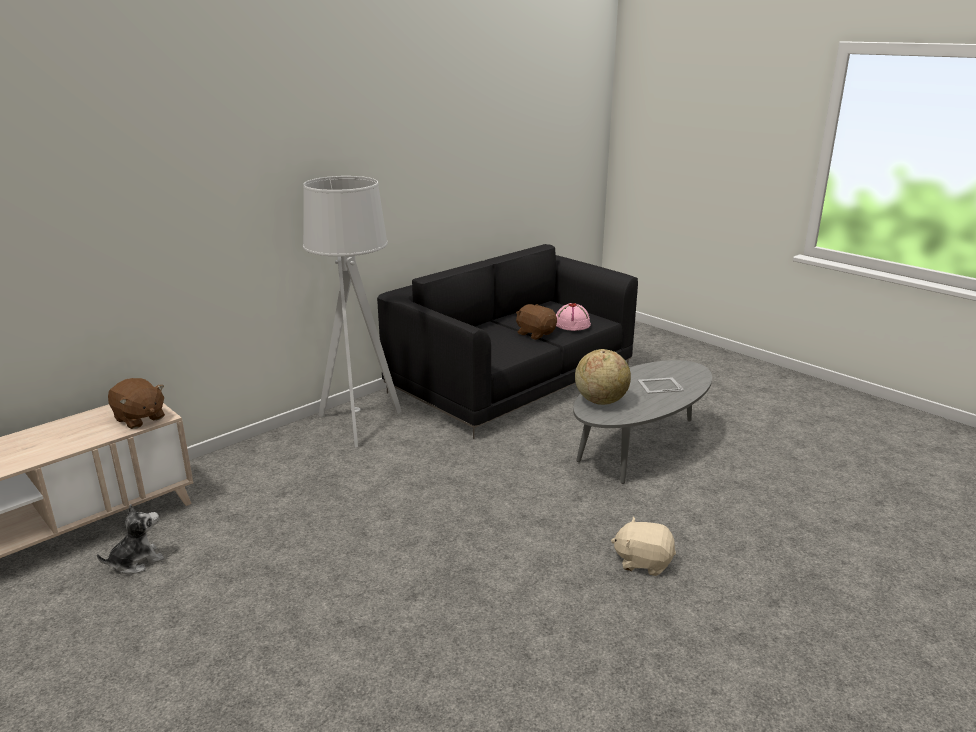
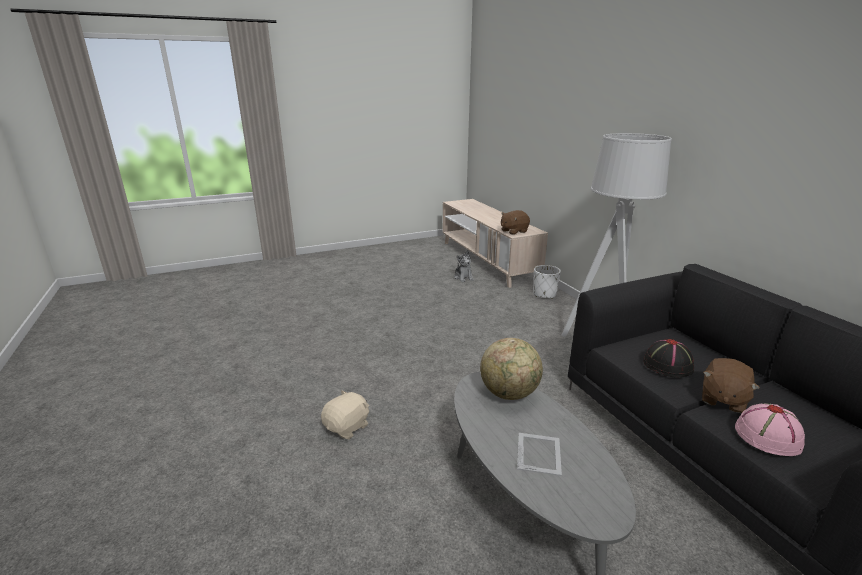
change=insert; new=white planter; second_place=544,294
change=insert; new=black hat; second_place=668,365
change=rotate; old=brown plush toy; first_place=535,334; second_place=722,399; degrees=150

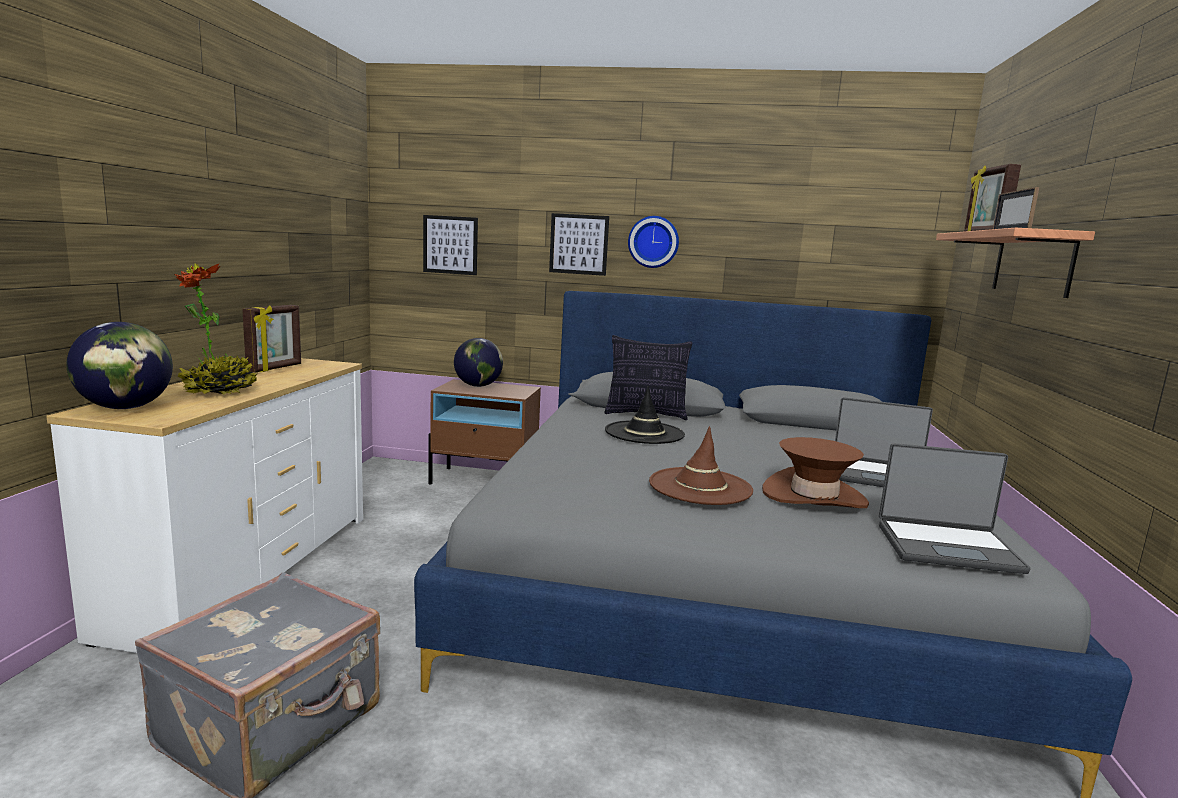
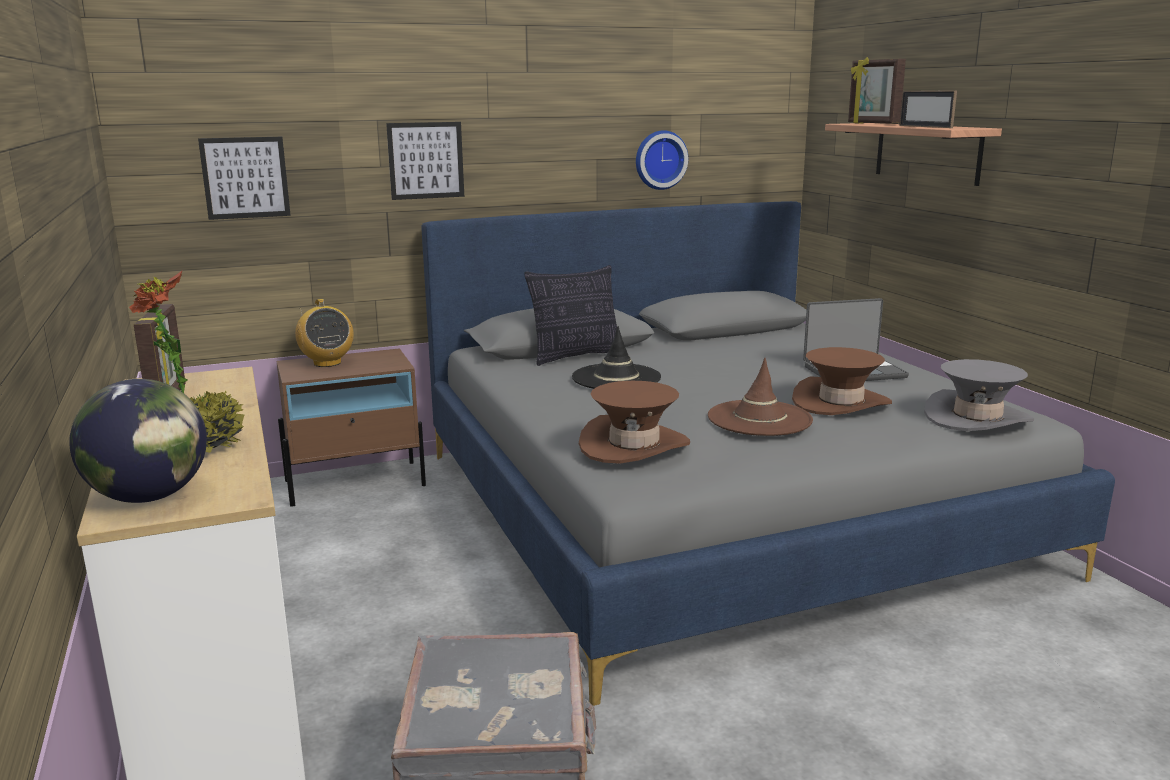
change=insert; new=brown hat; second_place=634,446
change=move; old=wall clock; first_place=653,242; second_place=659,160
change=replace; old=globe; new=radio; first_place=478,386; second_place=327,363
change=replace; old=laptop; new=grey hat; first_place=947,547; second_place=977,418

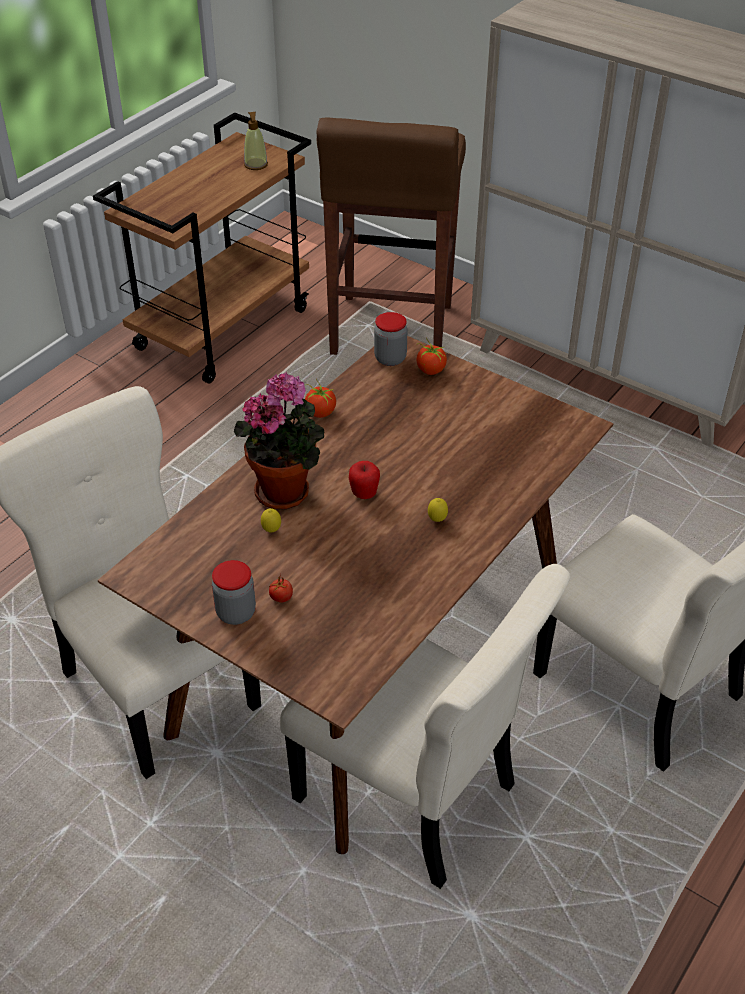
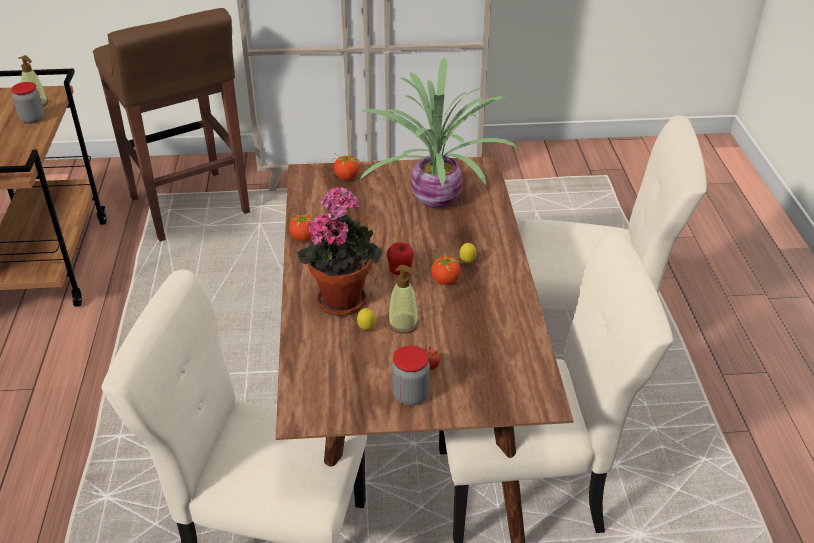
change=insert; new=potted plant; second_place=433,199
change=insert; new=soap dispenser; second_place=403,324
change=insert; new=tomato; second_place=445,281
change=move; old=jar; first_place=390,358; second_place=32,119

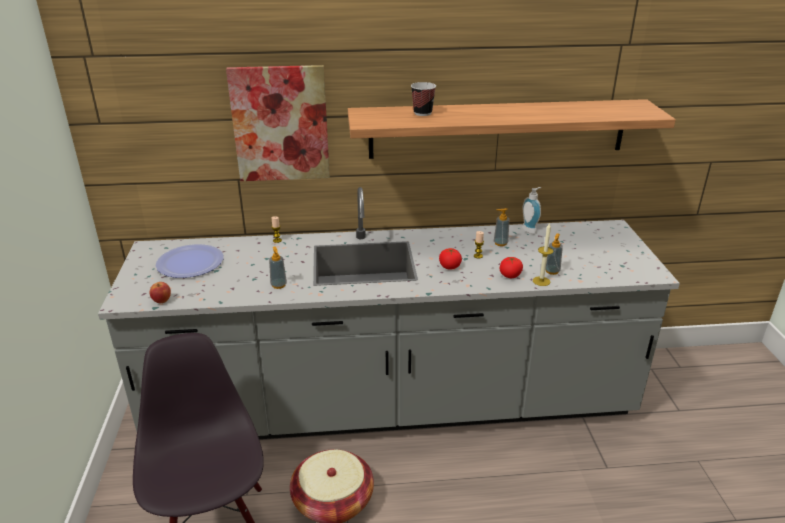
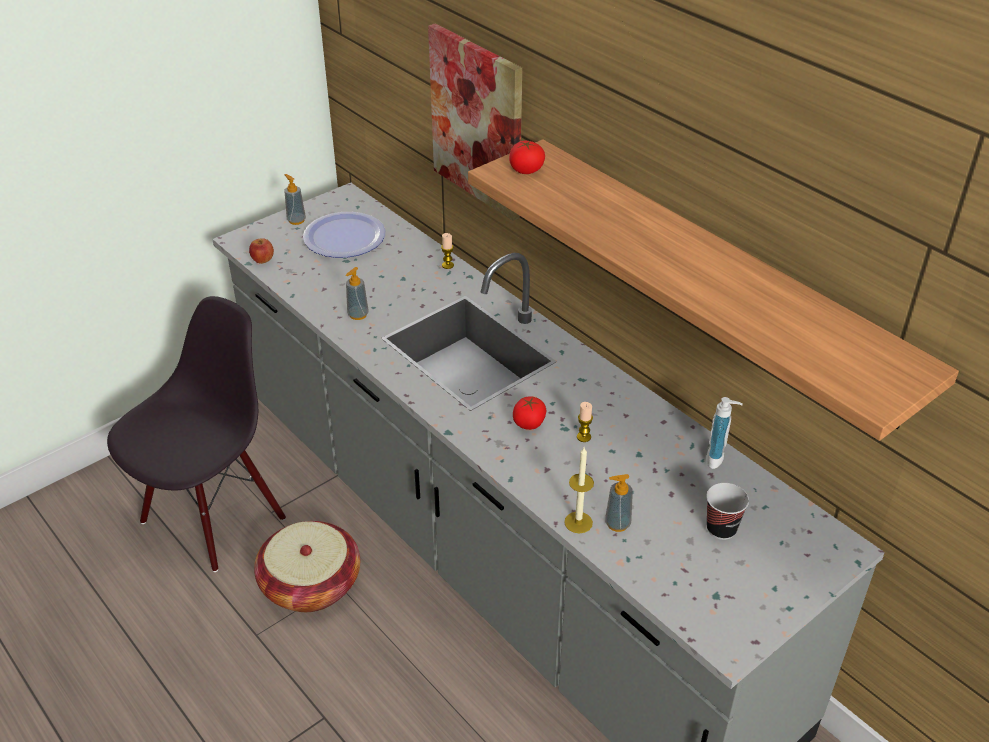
change=move; old=cup; first_place=422,113; second_place=721,529
change=move; old=soap dispenser; first_place=500,243; second_place=296,220
change=move; old=tomato; first_place=510,275; second_place=526,170

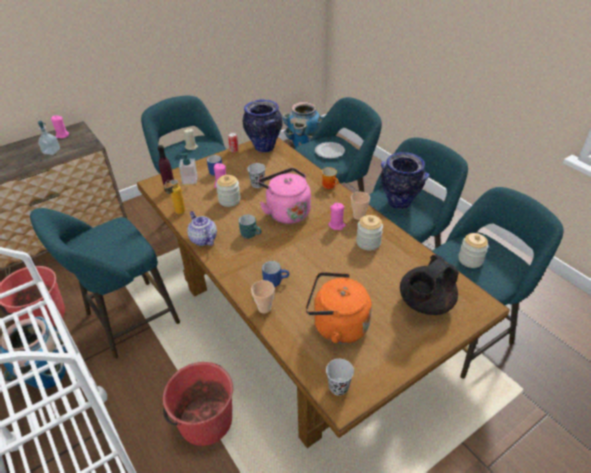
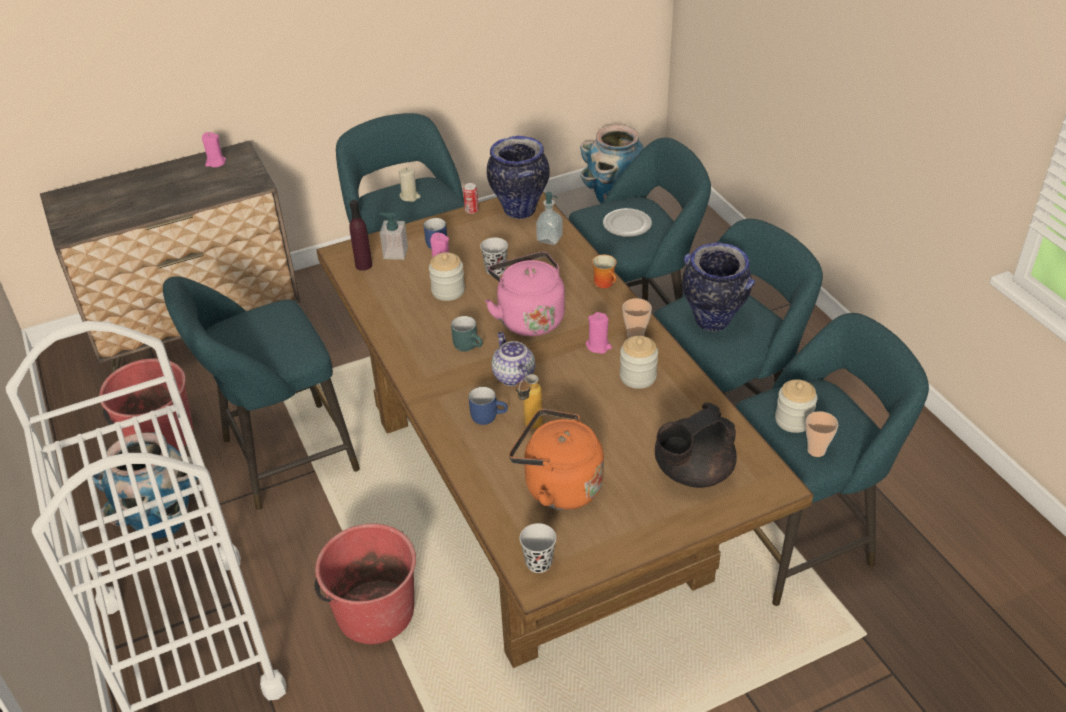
change=move; old=soap dispenser; first_place=51,151; second_place=549,238
change=move; old=bottle; first_place=177,214; second_place=529,428
change=move; old=teapot; first_place=203,239; second_place=513,376
change=move; old=cup; first_place=264,308; second_place=816,450

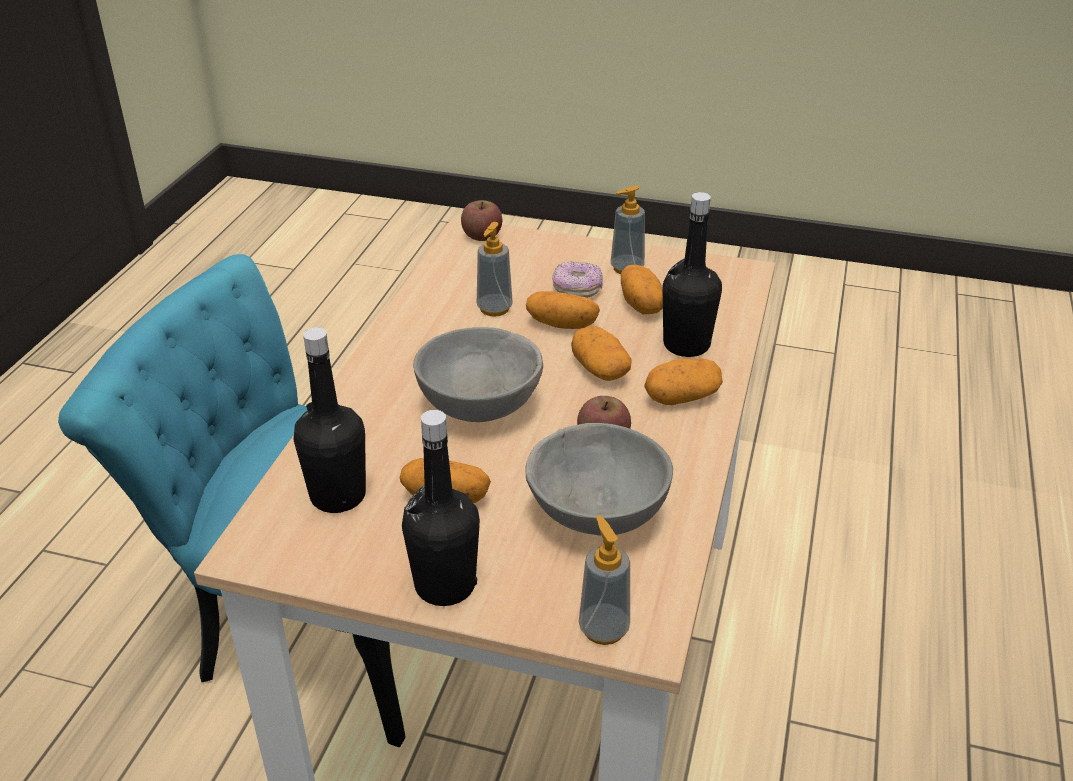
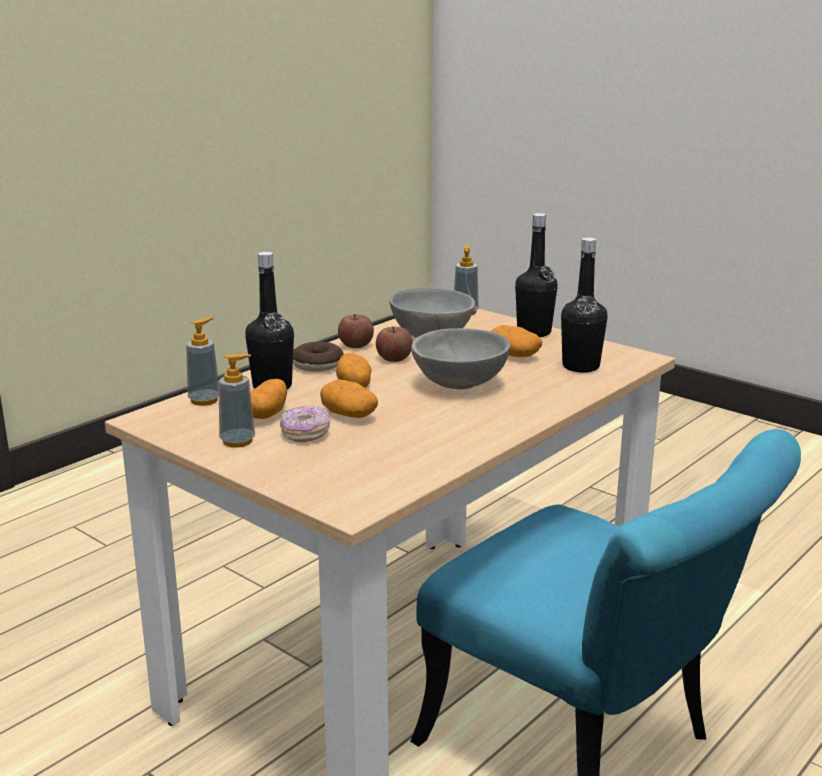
change=move; old=apple; first_place=482,236; second_place=356,345
change=move; old=soap dispenser; first_place=494,308; second_place=204,400
change=replace; old=potato; new=donut; first_place=681,397; second_place=318,365

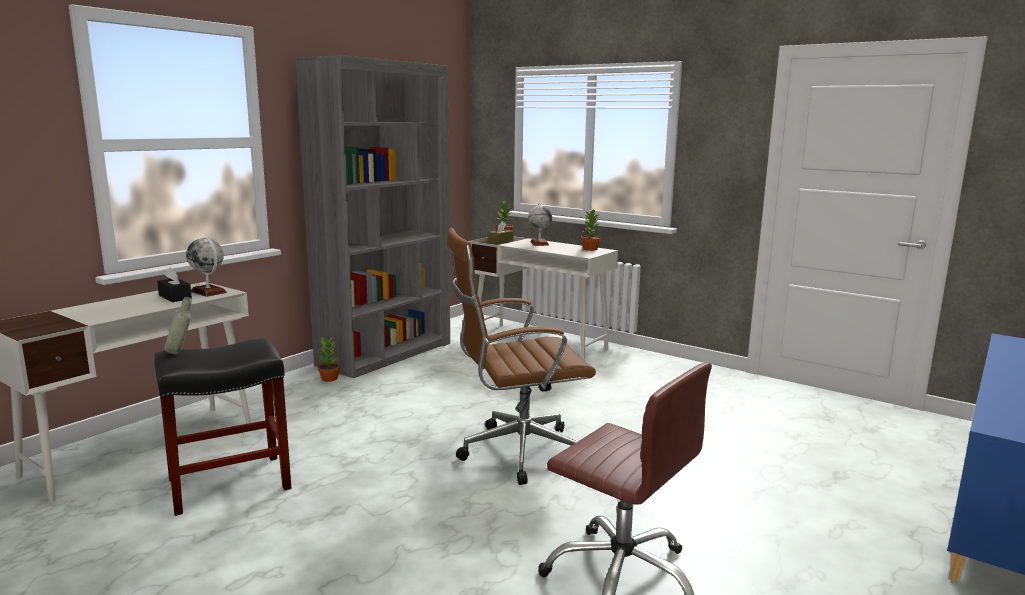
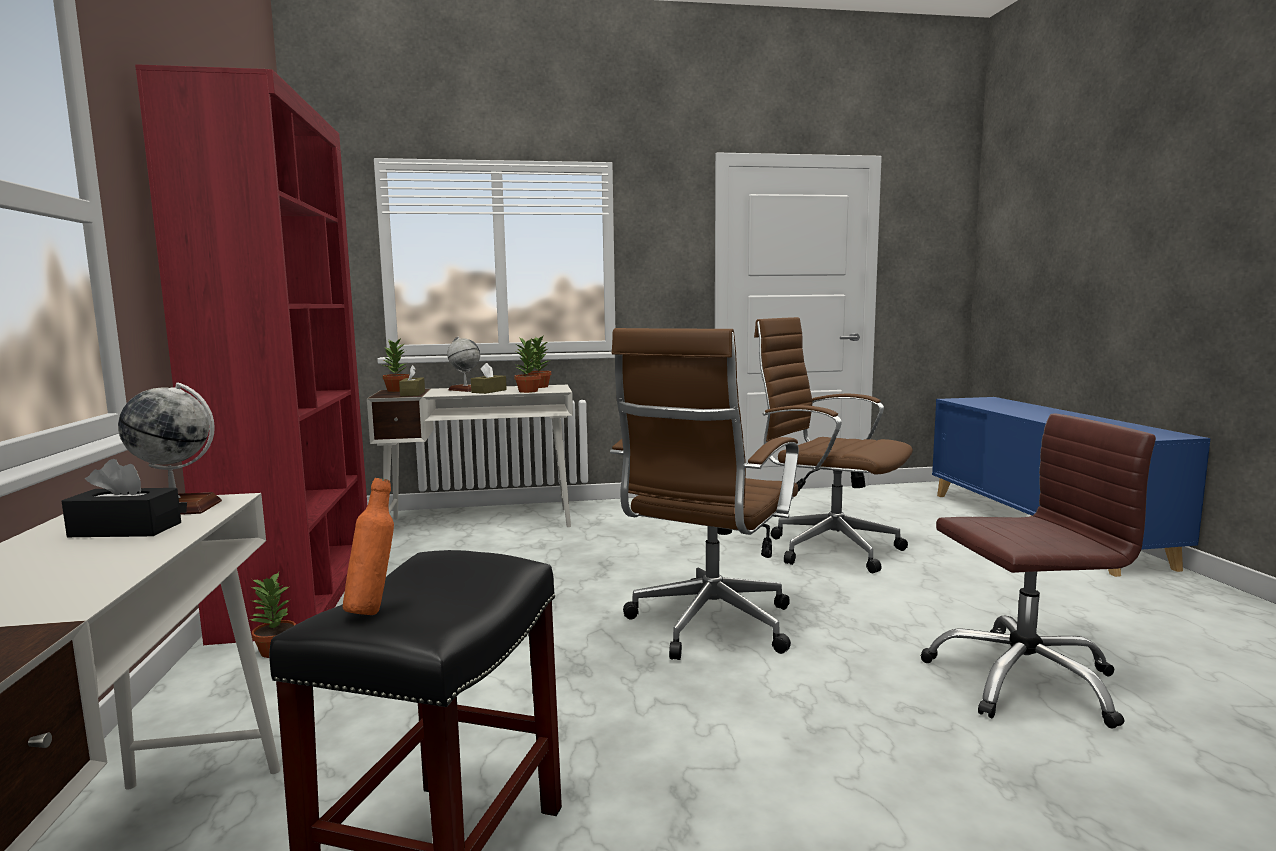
change=insert; new=brown tissue box; second_place=489,391
change=insert; new=potted plant; second_place=528,391
change=insert; new=brown office chair; second_place=827,548
change=recolor; old=grey bottle; new=orange bottle; first_place=181,353; second_place=373,610
change=recolor; old=grey bookcase; new=red bookcase; first_place=386,353; second_place=300,592

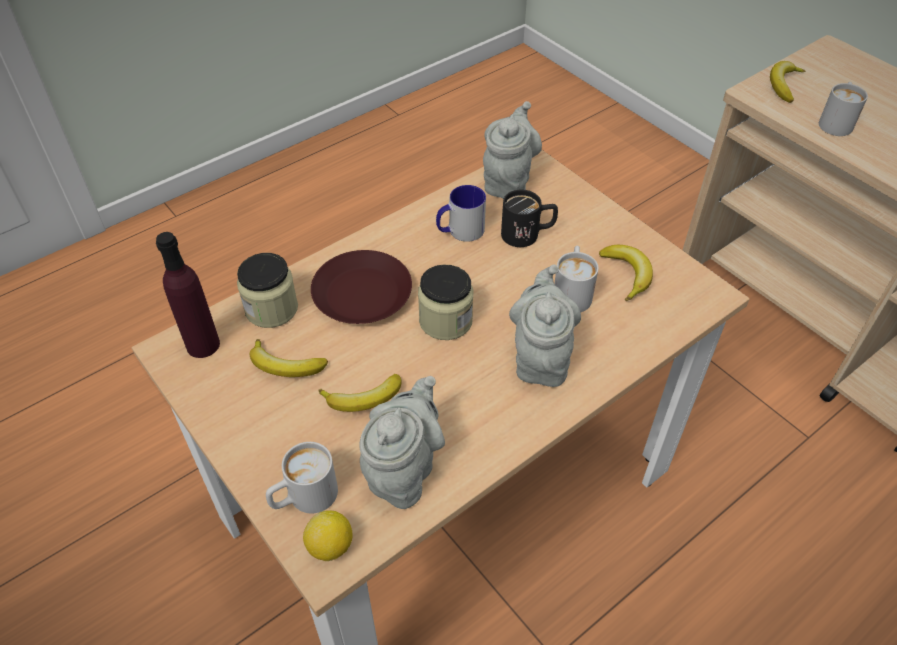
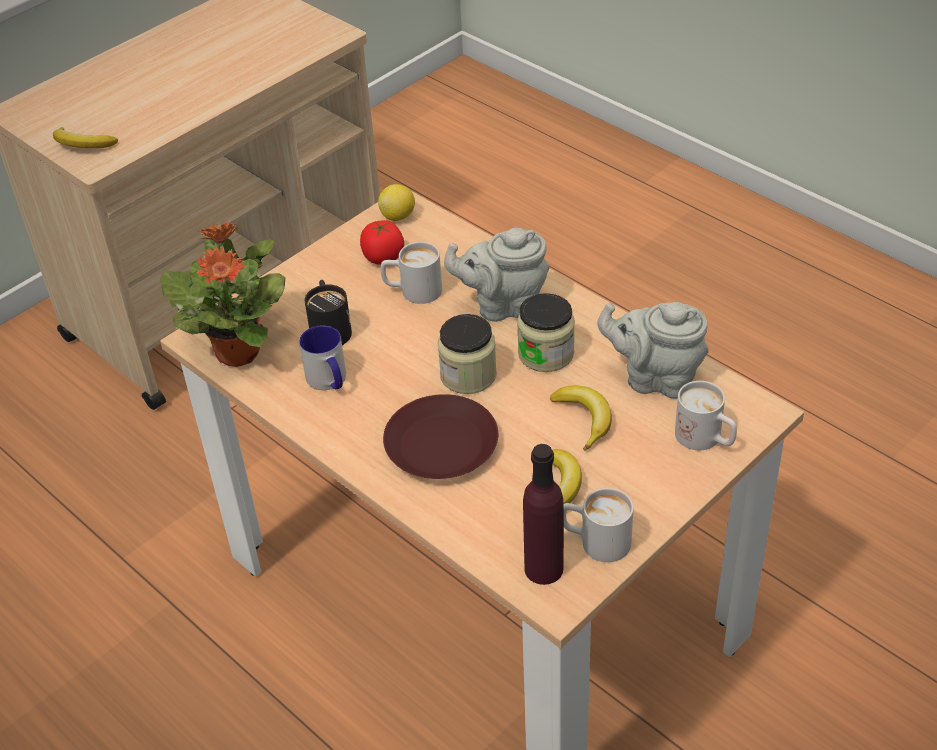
change=move; old=jar; first_place=271,309; second_place=546,354
change=move; old=lemon; first_place=330,546; second_place=398,216
change=move; old=white mug; first_place=836,122; second_place=595,541
change=replace; old=grey teapot; new=potted plant; first_place=508,181; second_place=238,351
change=replace; old=banana; new=tomato; first_place=627,274; second_place=383,257

